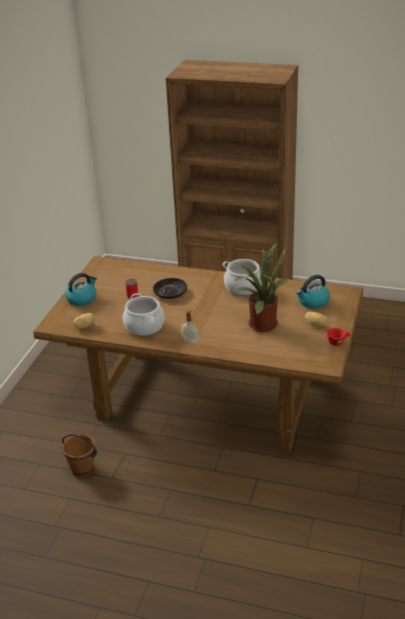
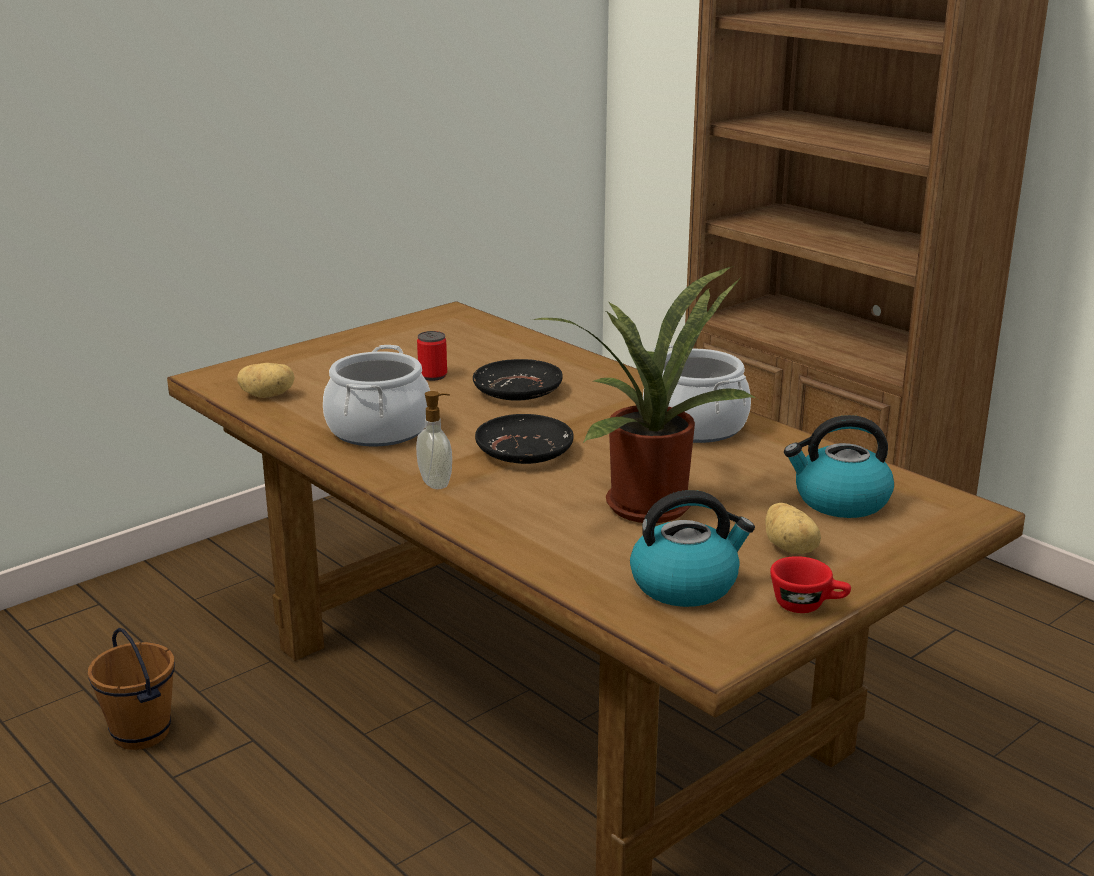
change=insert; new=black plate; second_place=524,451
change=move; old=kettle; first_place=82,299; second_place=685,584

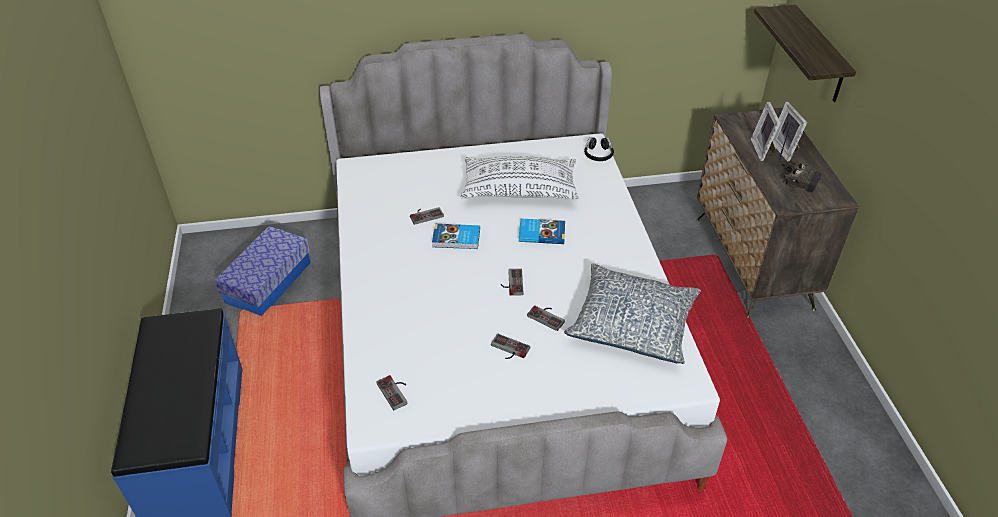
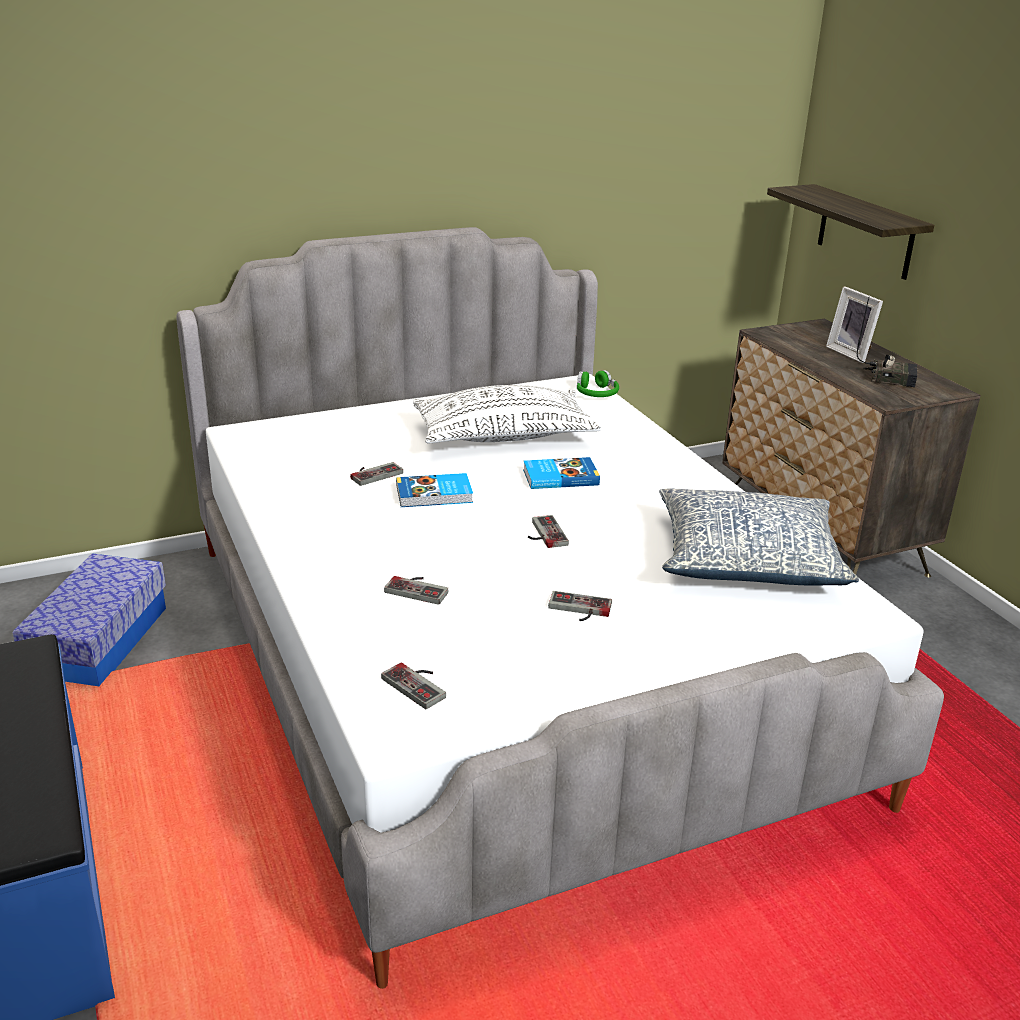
change=delete; old=picture frame; first_place=763,150
change=move; old=game controller; first_place=548,316; second_place=419,588
change=recolor; old=black headphones; new=green headphones; first_place=598,154; second_place=596,393

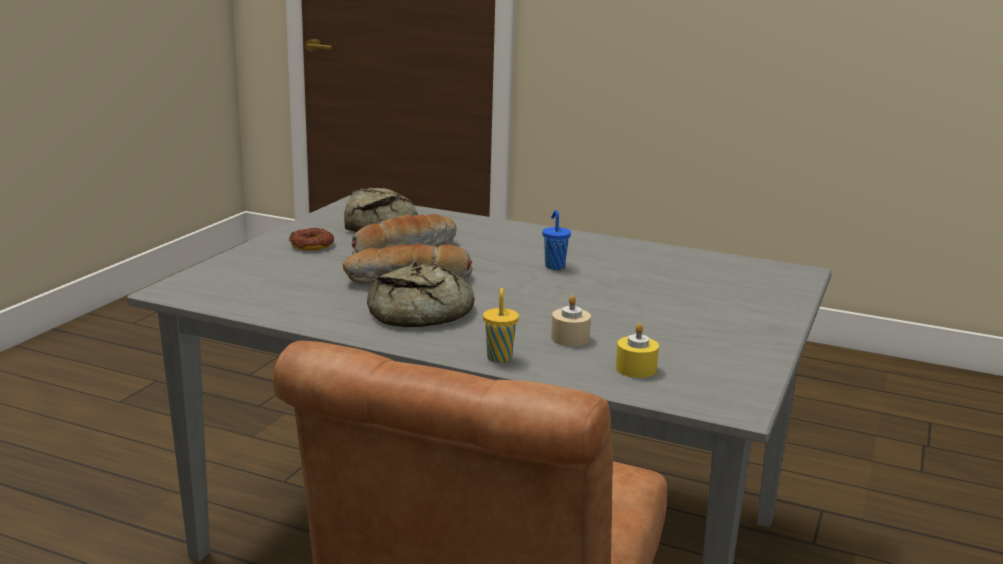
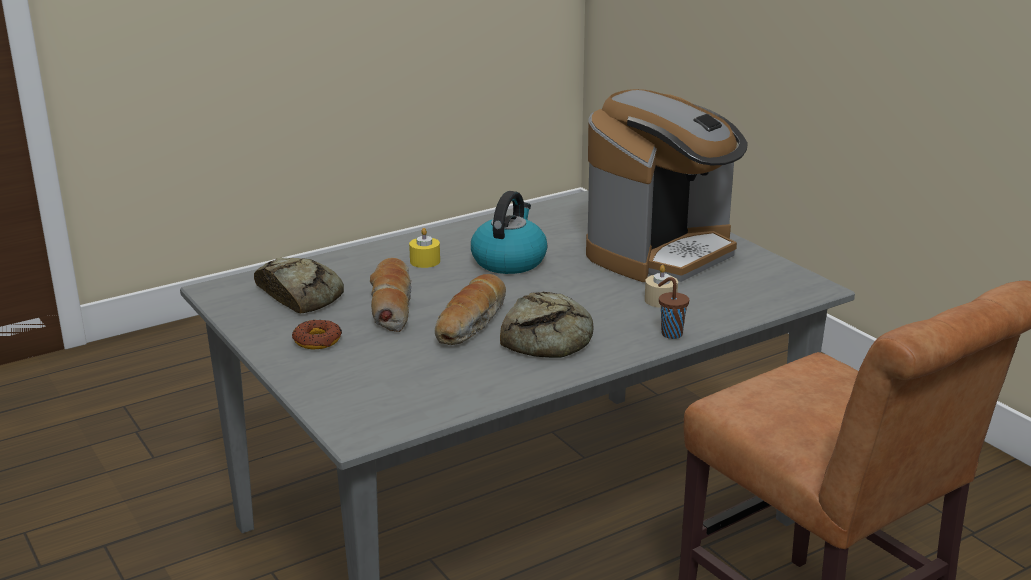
change=insert; new=coffee machine; second_place=662,252
change=move; old=yellow candle; first_place=636,368; second_place=425,261
change=replace; old=blue cup; new=kettle; first_place=554,266; second_place=509,261
change=recolor; old=yellow cup; new=brown cup; first_place=499,357; second_place=670,334

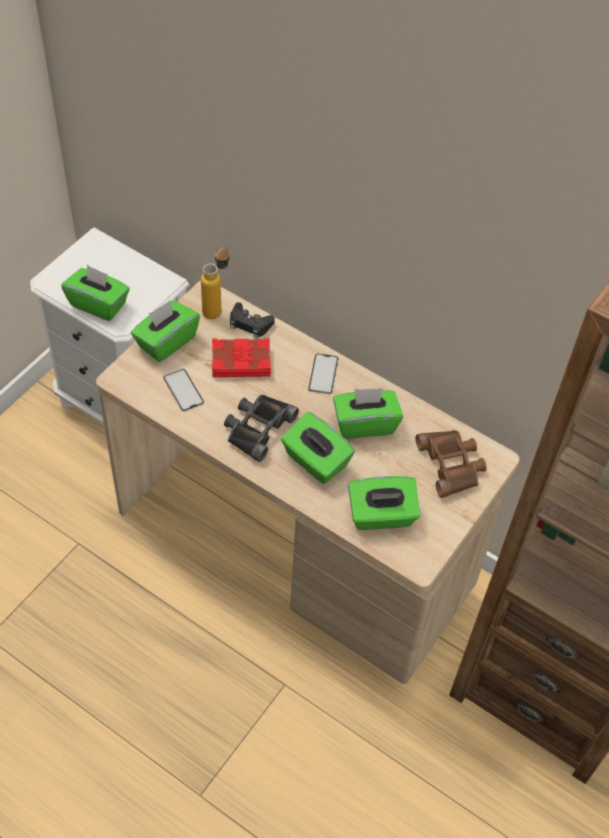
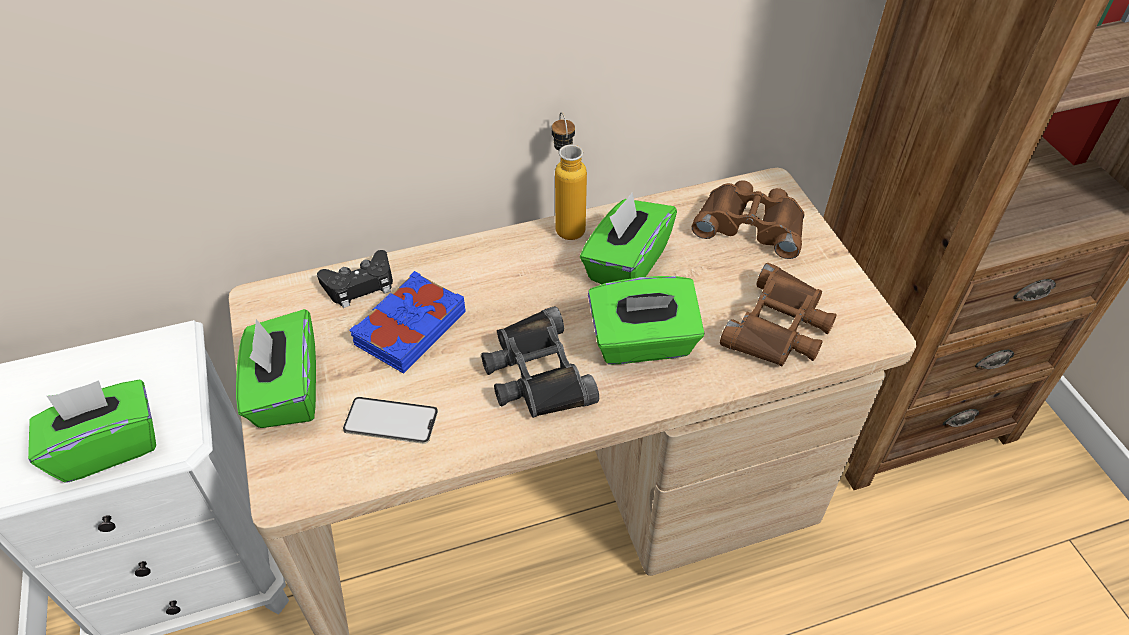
change=delete; old=phone; first_place=323,374
change=move; old=bottle; first_place=217,308; second_place=567,222
change=replace; old=green tissue box; new=brown binoculars; first_place=381,516; second_place=779,327
change=recolor; old=red book; new=blue book; first_place=241,361; second_place=409,328

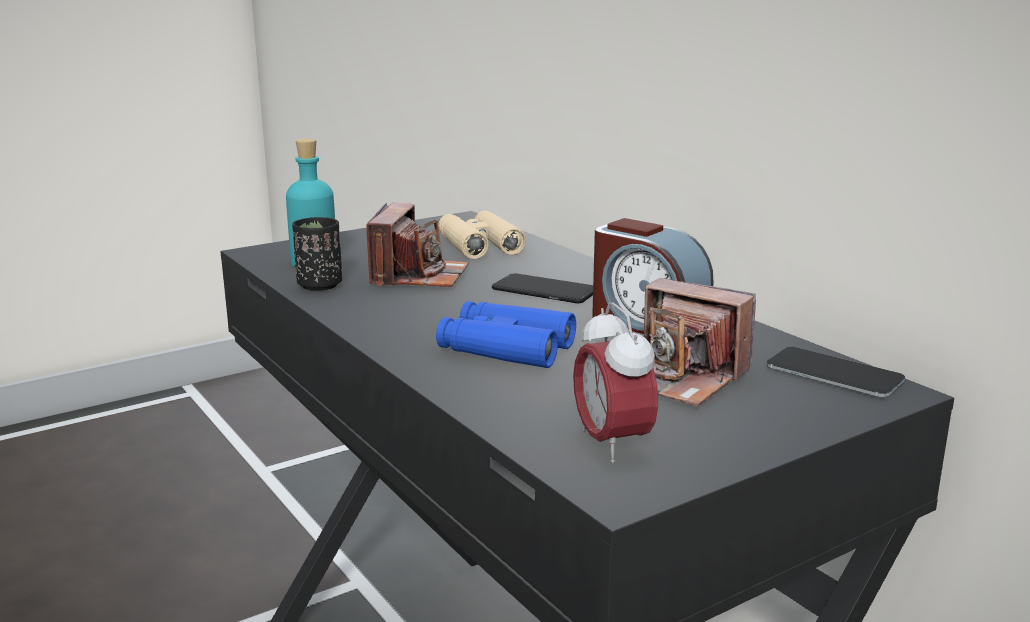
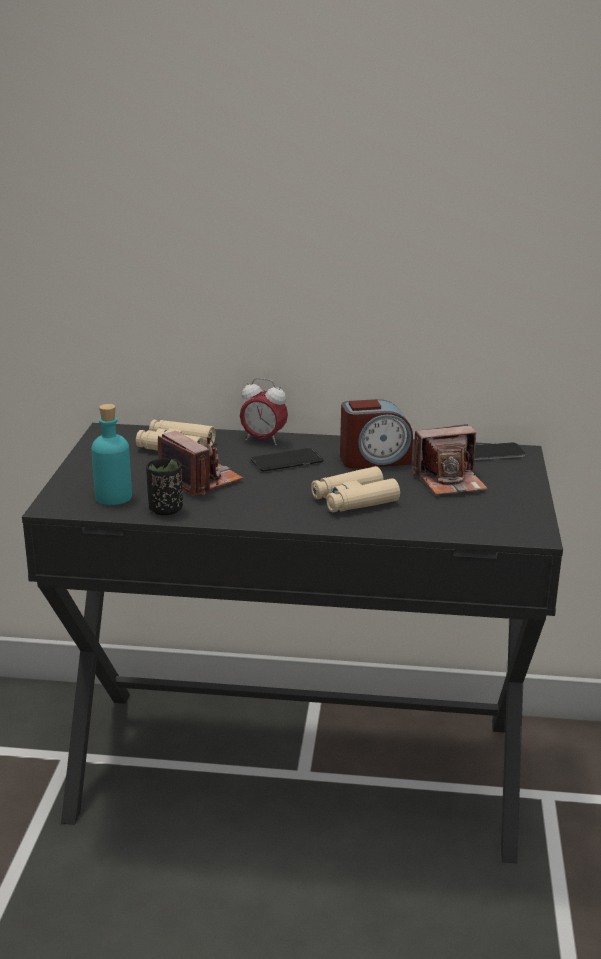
change=move; old=alarm clock; first_place=612,444; second_place=263,440
change=recolor; old=blue binoculars; new=beige binoculars; first_place=506,348; second_place=354,500

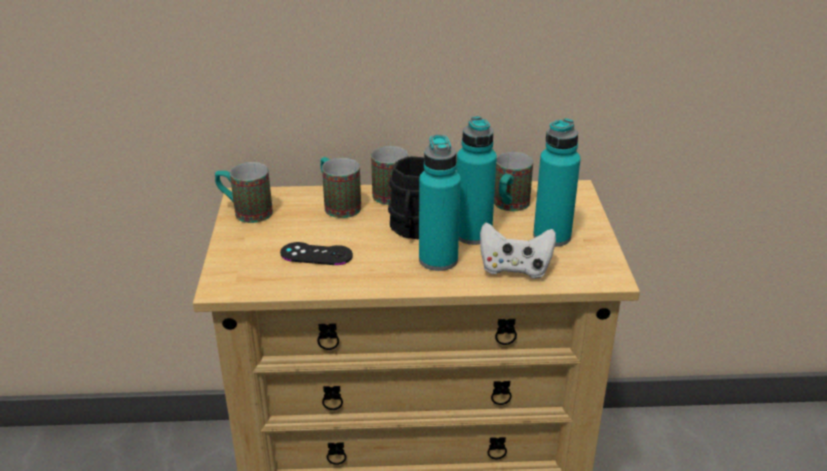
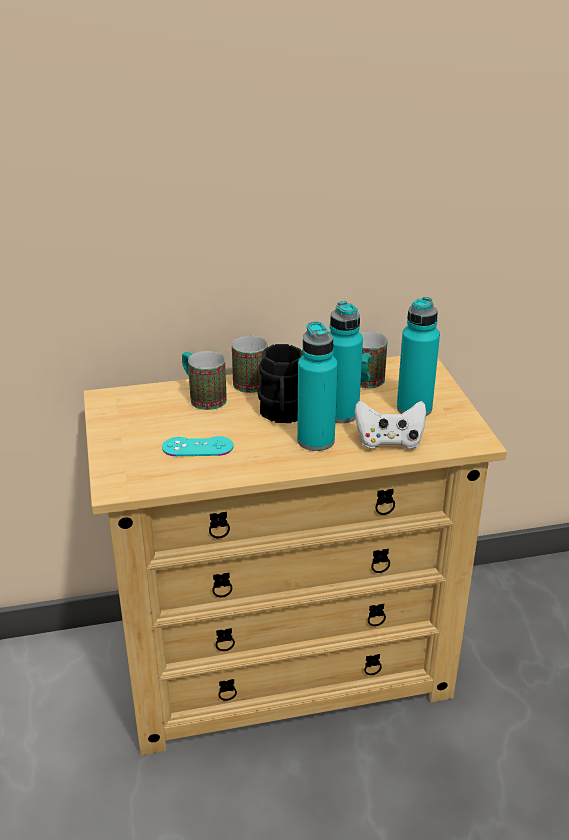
change=delete; old=mug; first_place=245,212
change=recolor; old=black game controller; new=turquoise game controller; first_place=316,254; second_place=197,447

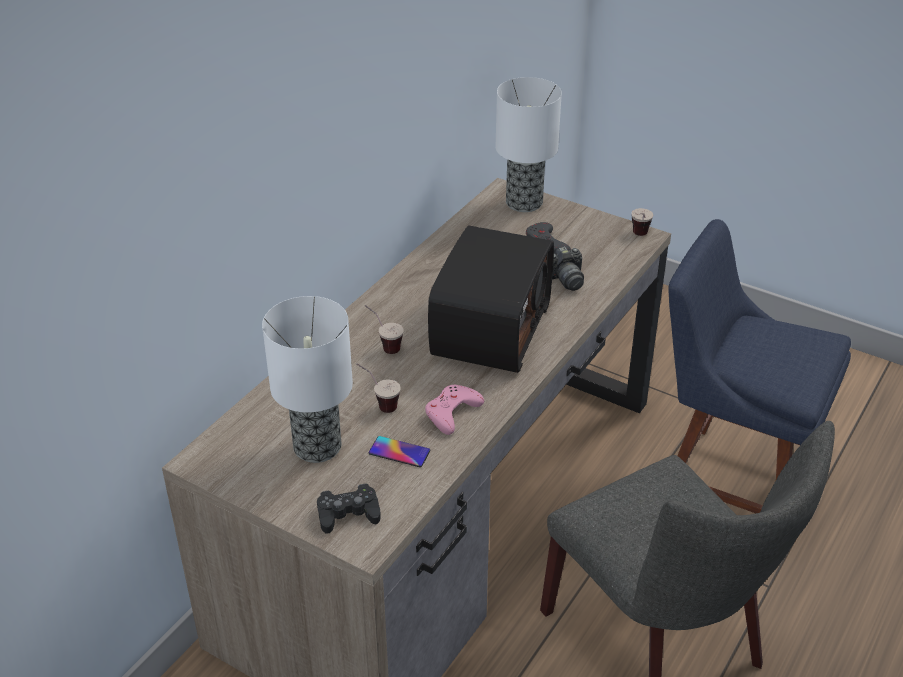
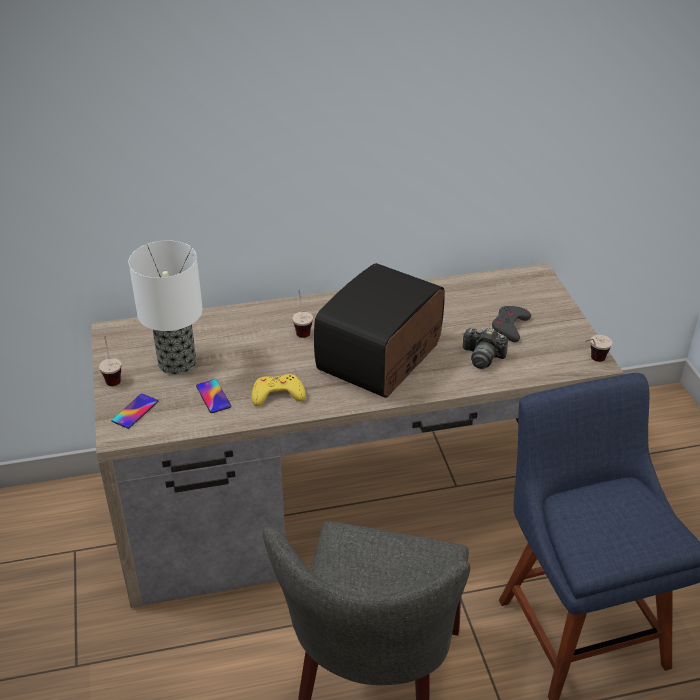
change=delete; old=table lamp; first_place=525,203
change=move; old=cup; first_place=378,404; second_place=112,376
change=replace; old=black game controller; new=phone; first_place=348,514; second_place=135,411
change=recolor; old=pink game controller; new=yellow game controller; first_place=452,413; second_place=277,394
change=rotate; old=radio; first_place=488,329; second_place=381,358; degrees=150

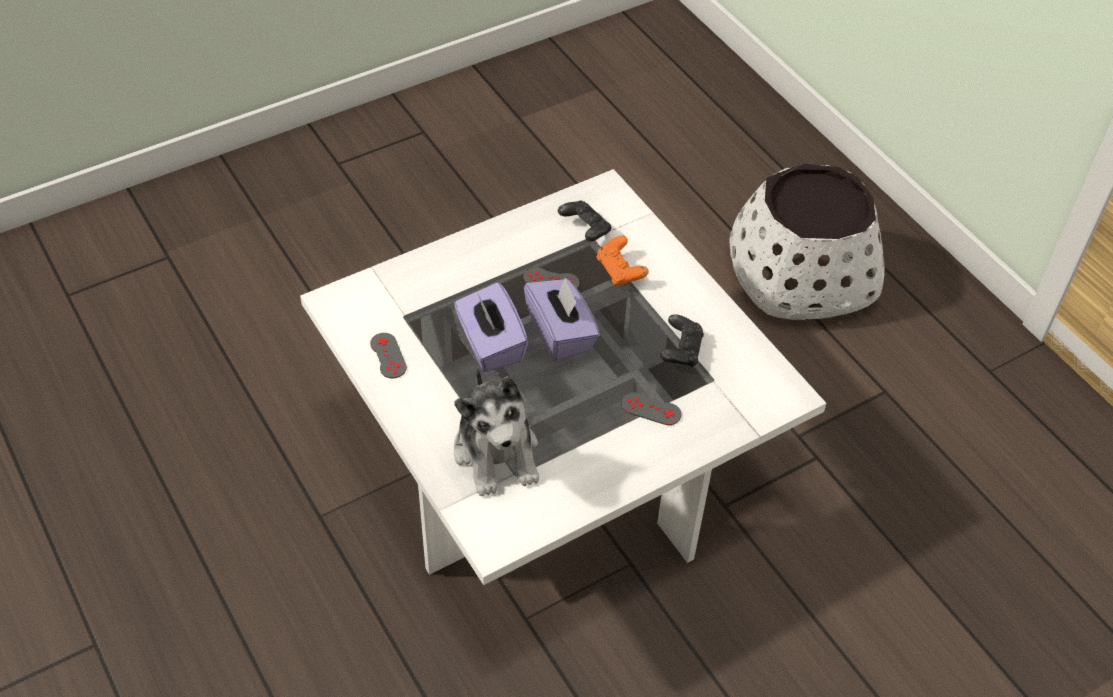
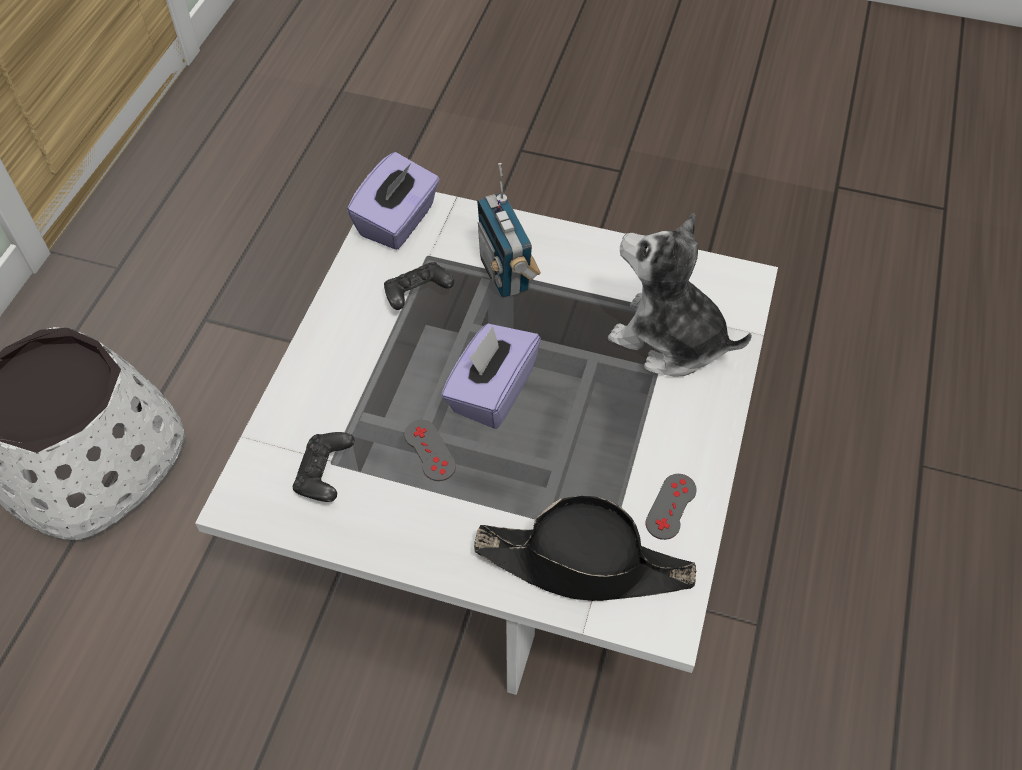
change=delete; old=orange game controller; first_place=620,271
change=insert; new=black hat; second_place=584,564
change=move; old=purple tissue box; first_place=490,345; second_place=398,222
change=replace; old=grey game controller; new=radio; first_place=651,409; second_place=505,274
change=rotate; old=plush toy; first_place=497,452; second_place=668,340; degrees=-90

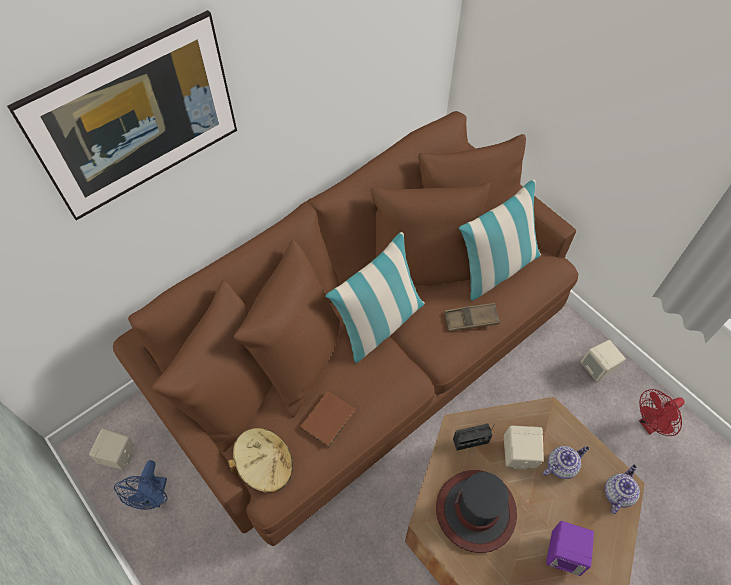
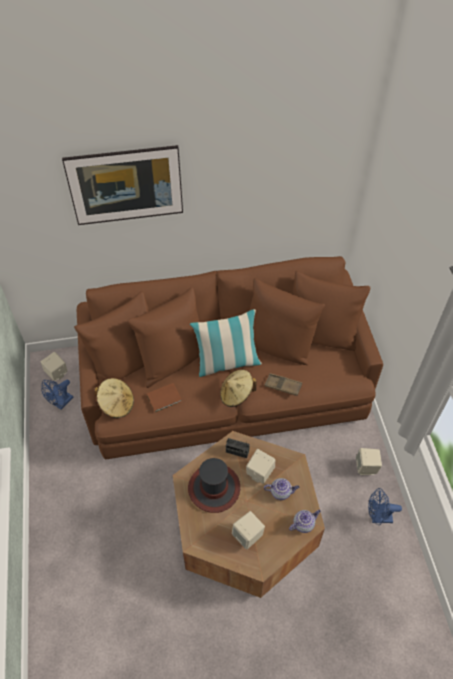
change=delete; old=pillow; first_place=496,269
change=insert; new=beige hat; second_place=236,394
change=recolor; old=purple speaker; new=beige speaker; first_place=564,553; second_place=248,536
change=recolor; old=red fan; new=blue fan; first_place=650,424; second_place=377,517

